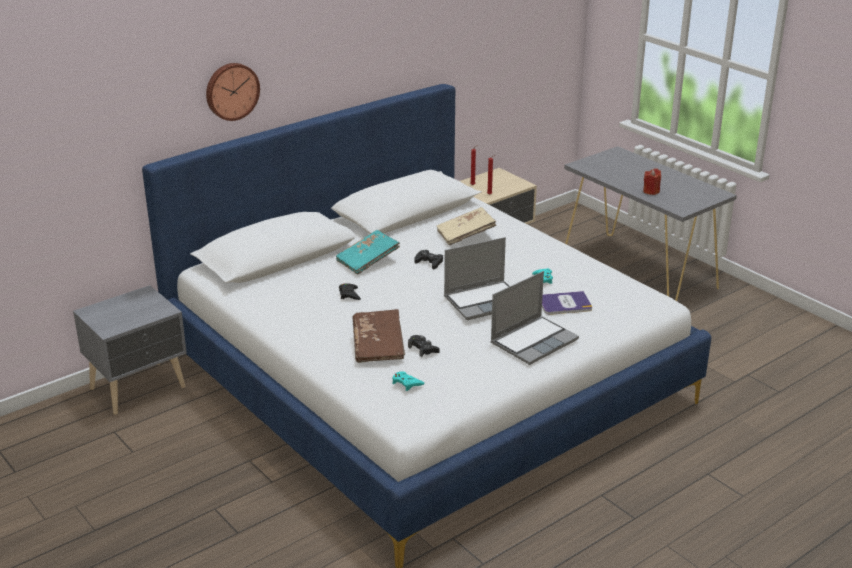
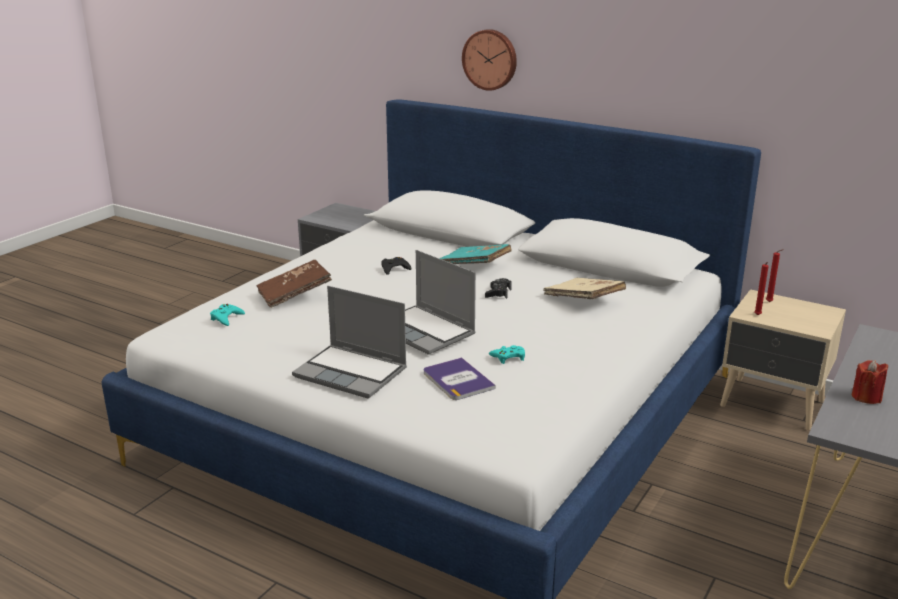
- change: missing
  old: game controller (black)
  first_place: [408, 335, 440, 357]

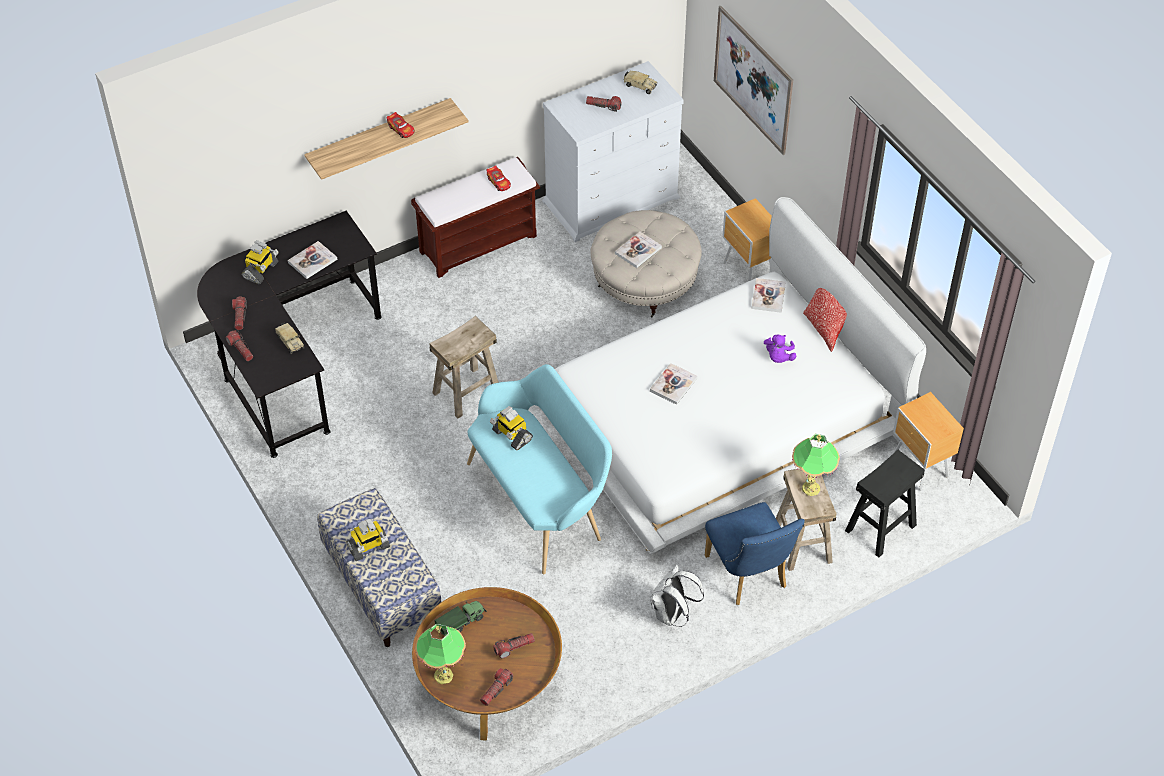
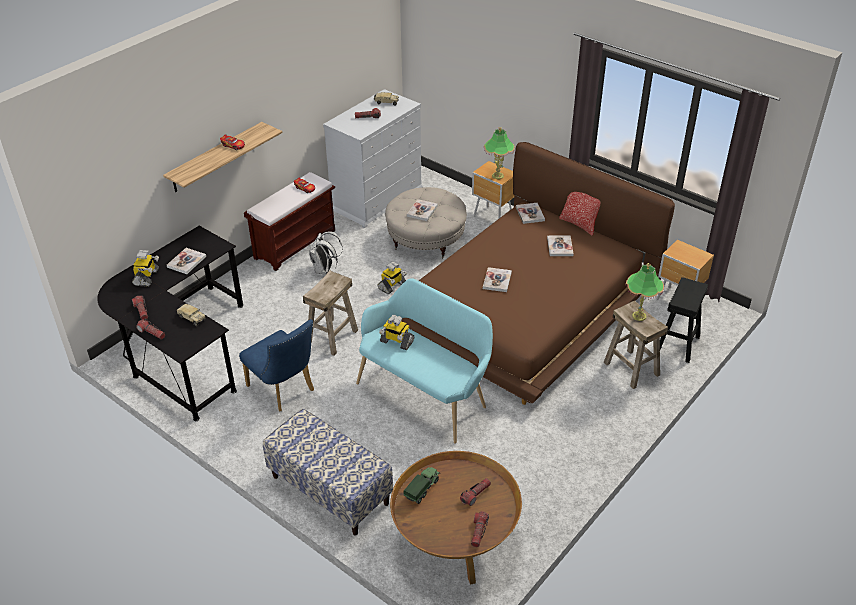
- change: relocated
  old: chair (blue)
  first_place: [705, 502, 805, 605]
  second_place: [239, 319, 314, 412]
- change: relocated
  old: backpack (white)
  first_place: [650, 564, 704, 627]
  second_place: [309, 231, 343, 275]
- change: relocated
  old: toy robot
  first_place: [346, 519, 390, 561]
  second_place: [377, 262, 407, 294]
- change: colour
  old: bed (white)
  new: bed (brown)
  first_place: [555, 197, 926, 554]
  second_place: [401, 142, 675, 405]
- change: relocated
  old: table lamp
  first_place: [416, 623, 466, 684]
  second_place: [484, 127, 515, 179]
- change: exchanged
  old: plush toy (purple)
  new: book
  first_place: [764, 335, 797, 363]
  second_place: [547, 236, 574, 256]
- change: missing
  old: picture
  first_place: [714, 6, 793, 155]

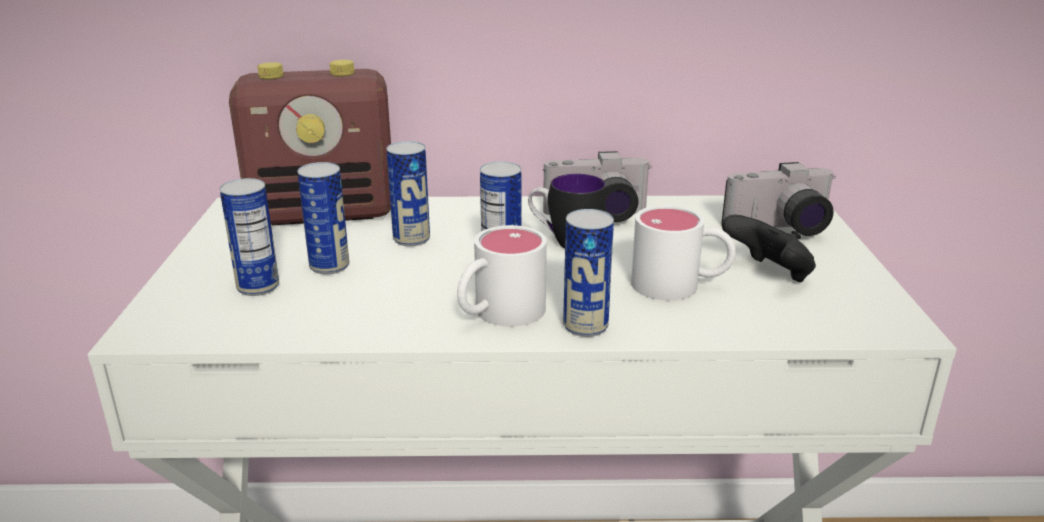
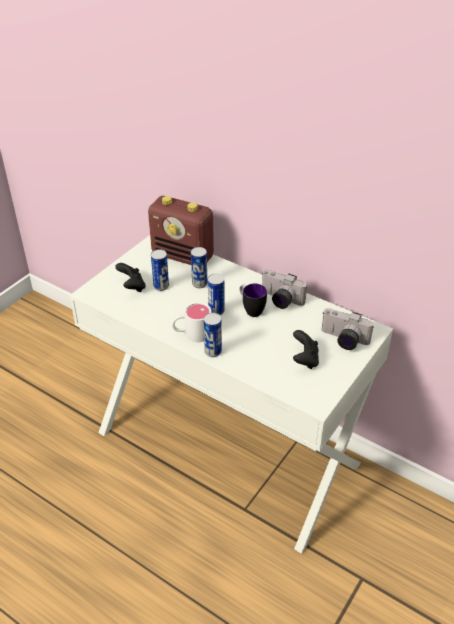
- change: exchanged
  old: can
  new: game controller (black)
  first_place: [220, 178, 279, 296]
  second_place: [115, 263, 146, 292]
- change: missing
  old: mug (white)
  first_place: [631, 205, 736, 301]

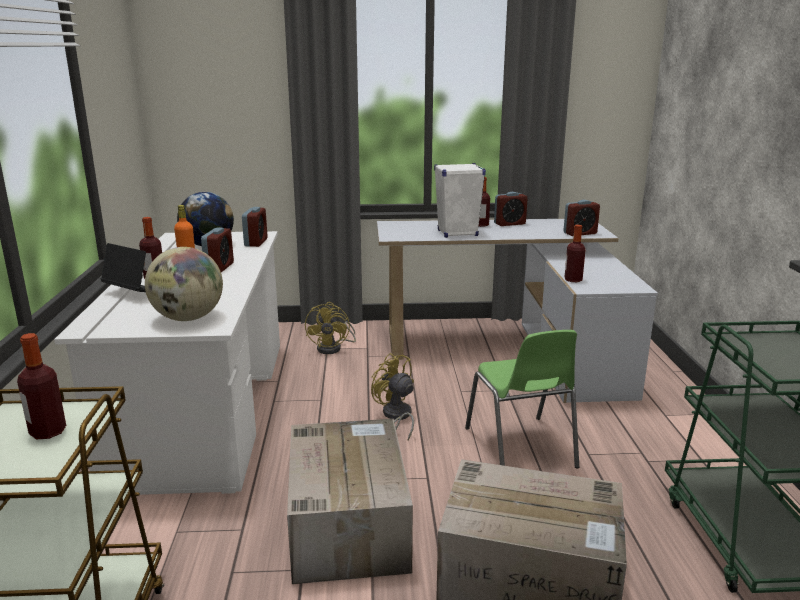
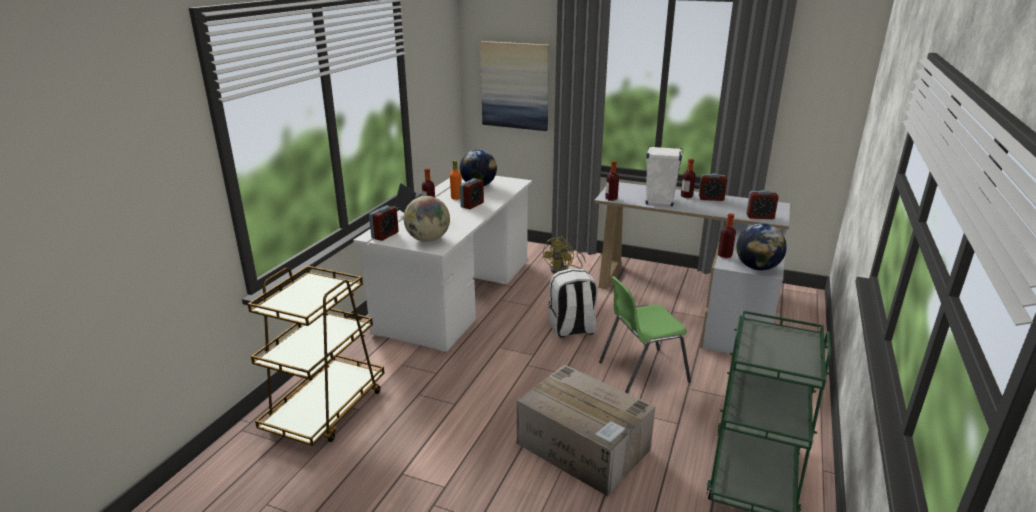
- change: relocated
  old: alarm clock
  first_place: [242, 207, 268, 247]
  second_place: [369, 205, 399, 241]
- change: appeared
  new: picture
  second_place: [480, 41, 549, 131]
- change: exchanged
  old: fan (yellow)
  new: backpack (white)
  first_place: [371, 353, 414, 440]
  second_place: [548, 268, 598, 338]
- change: spun
  old: chair (green)
  first_place: [465, 330, 579, 468]
  second_place: [599, 276, 691, 394]
  degrees: 60
- change: relocated
  old: bottle
  first_place: [17, 333, 66, 440]
  second_place: [605, 161, 619, 201]
- change: appeared
  new: globe
  second_place: [736, 223, 787, 271]
- change: missing
  old: cardboard box
  first_place: [287, 419, 413, 584]

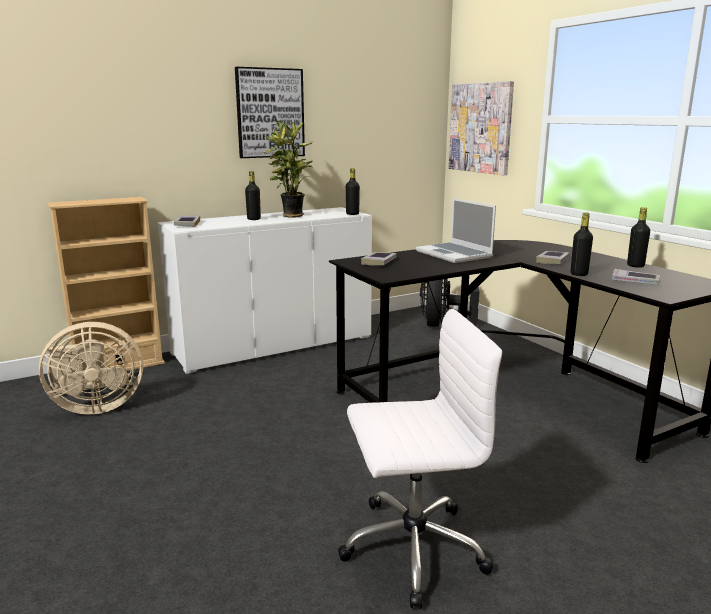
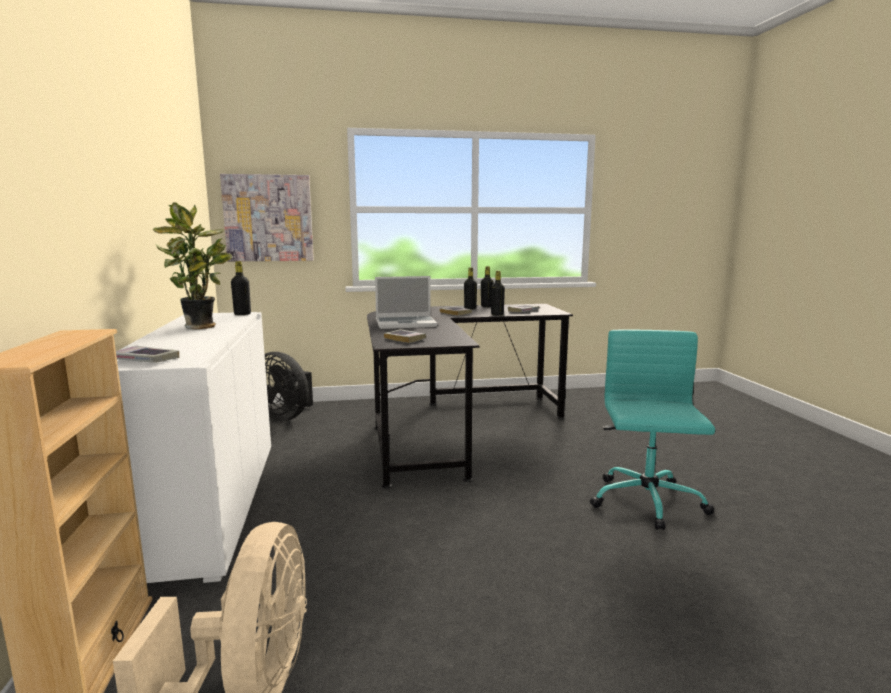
- change: relocated
  old: bottle (black)
  first_place: [245, 171, 261, 220]
  second_place: [464, 267, 477, 309]
- change: colour
  old: office chair (white)
  new: office chair (turquoise)
  first_place: [338, 309, 502, 609]
  second_place: [590, 329, 715, 530]
- change: missing
  old: picture
  first_place: [235, 67, 305, 158]

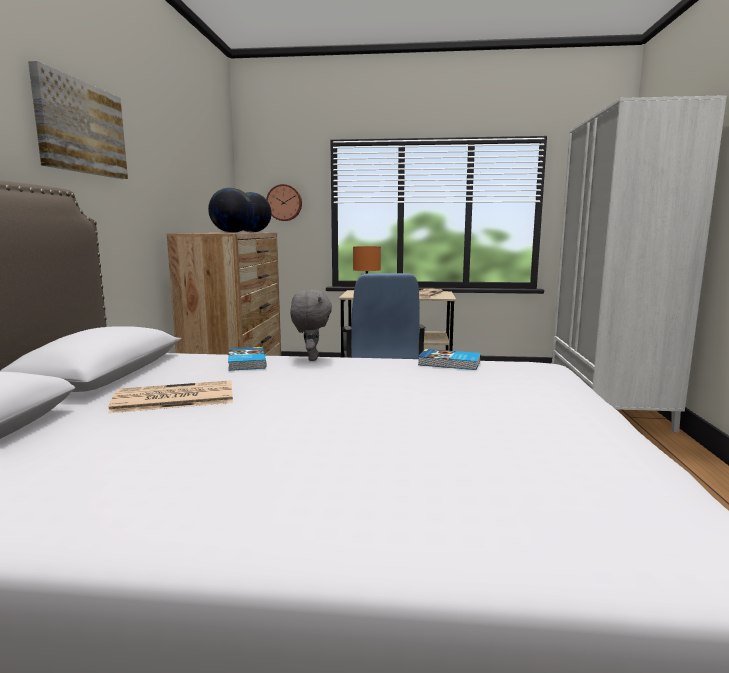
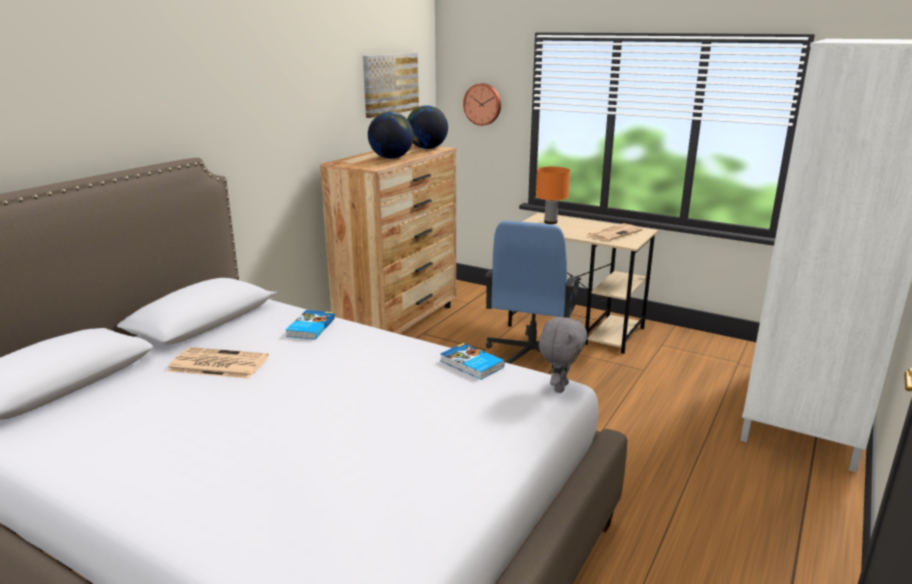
- change: relocated
  old: picture
  first_place: [28, 61, 128, 179]
  second_place: [363, 53, 419, 118]
- change: relocated
  old: plush toy (grey)
  first_place: [290, 290, 332, 361]
  second_place: [539, 317, 587, 393]

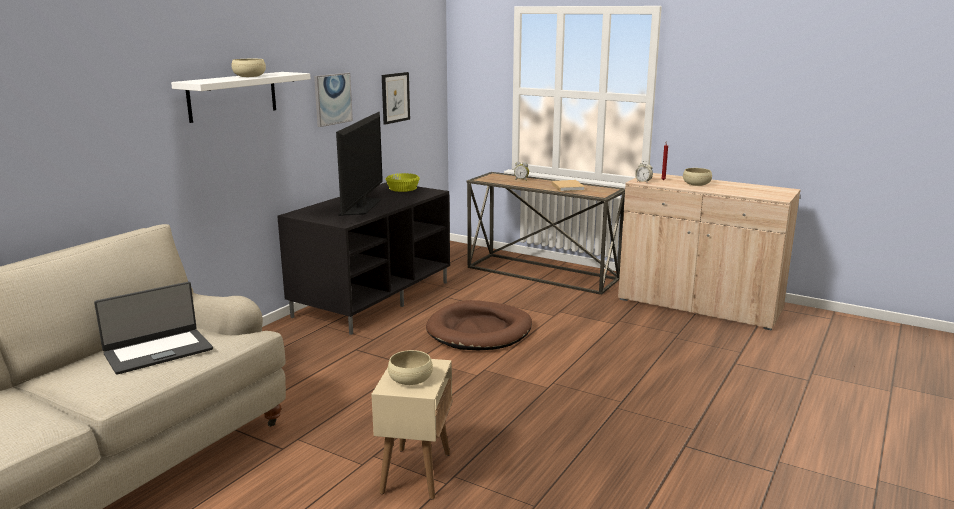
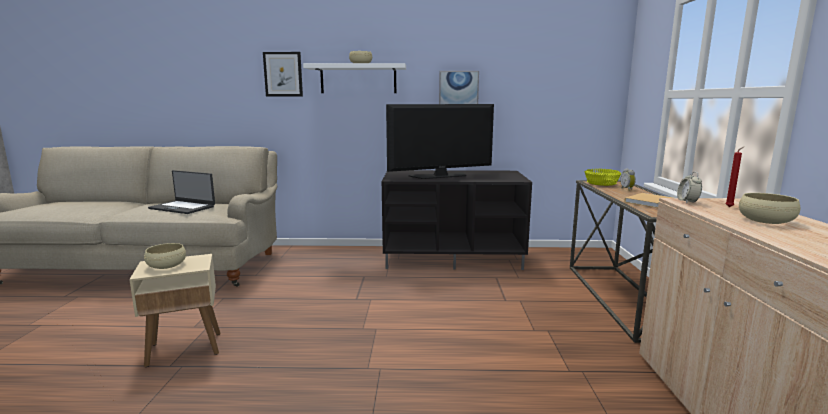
- change: relocated
  old: picture
  first_place: [382, 72, 410, 125]
  second_place: [263, 52, 303, 96]
- change: relocated
  old: bowl (yellow)
  first_place: [385, 173, 420, 192]
  second_place: [584, 168, 621, 186]
- change: missing
  old: dog bed (brown)
  first_place: [426, 300, 532, 350]

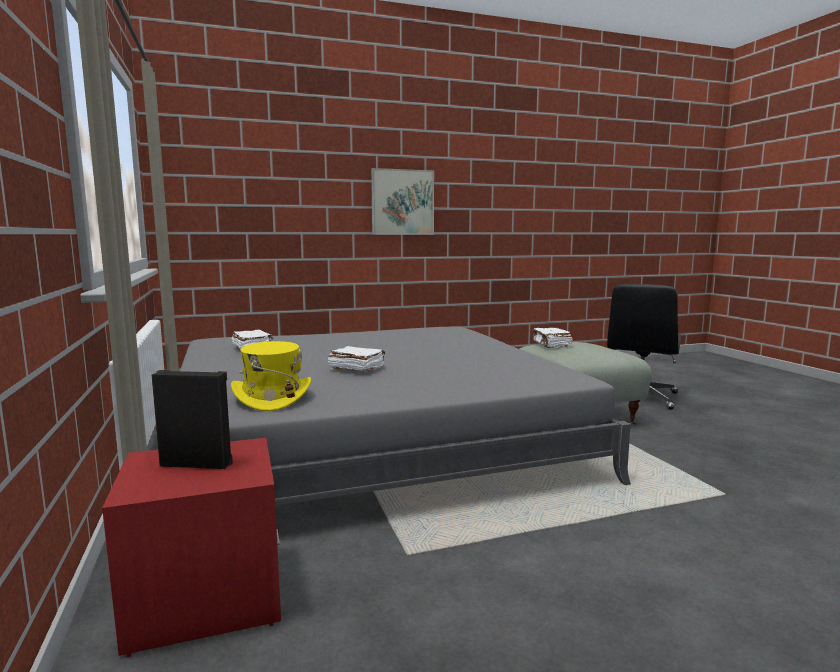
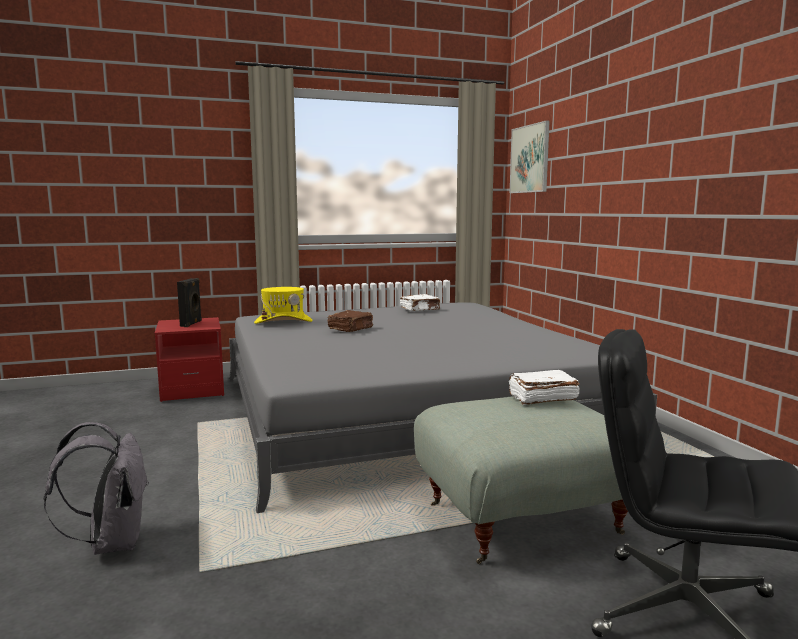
- change: appeared
  new: backpack (grey)
  second_place: [43, 422, 149, 555]
- change: colour
  old: book (white)
  new: book (brown)
  first_place: [328, 346, 386, 372]
  second_place: [327, 310, 373, 332]
- change: relocated
  old: picture
  first_place: [371, 168, 434, 235]
  second_place: [510, 121, 550, 193]

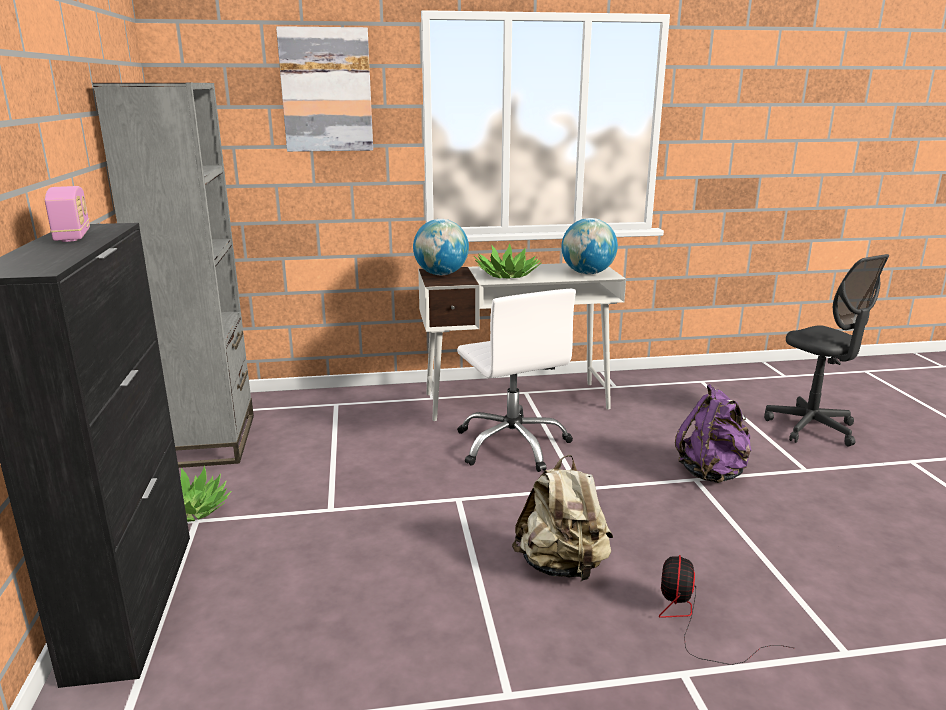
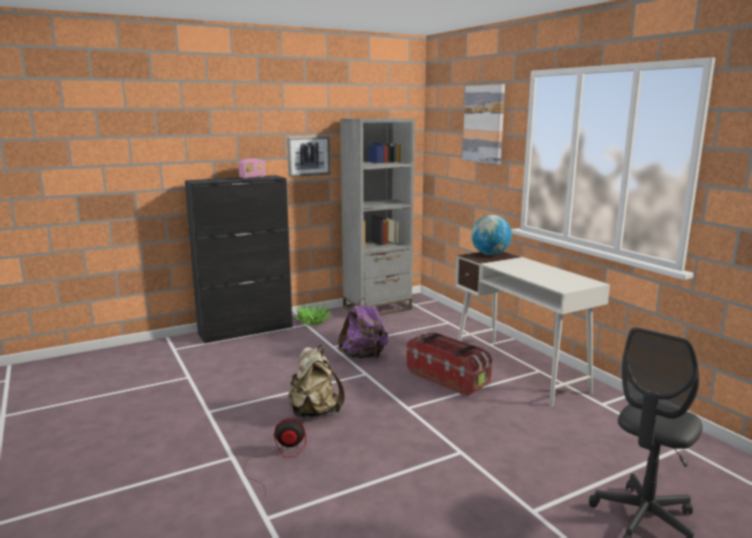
- change: appeared
  new: picture
  second_place: [287, 136, 330, 177]
- change: relocated
  old: backpack (purple)
  first_place: [675, 384, 752, 483]
  second_place: [338, 298, 388, 358]
- change: exchanged
  old: office chair (white)
  new: storage box
  first_place: [457, 289, 576, 472]
  second_place: [407, 332, 492, 397]
- change: missing
  old: potted plant
  first_place: [474, 243, 542, 279]
- change: missing
  old: globe
  first_place: [561, 218, 618, 274]

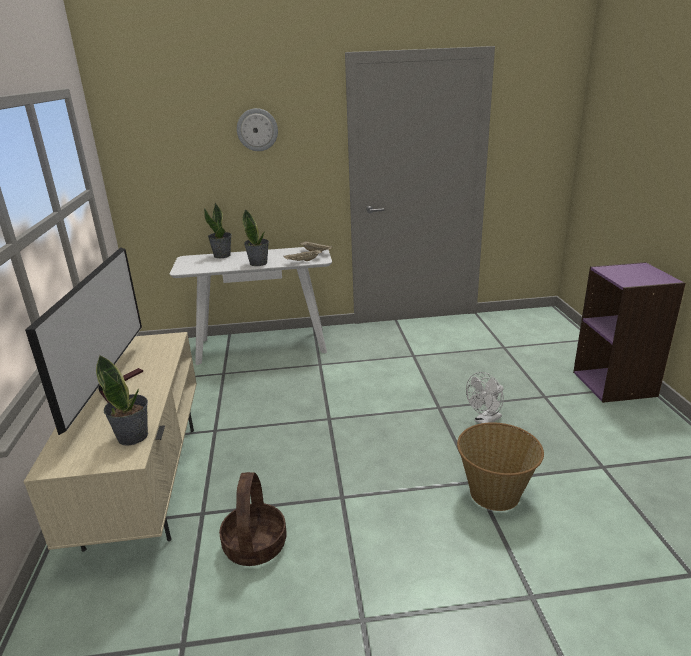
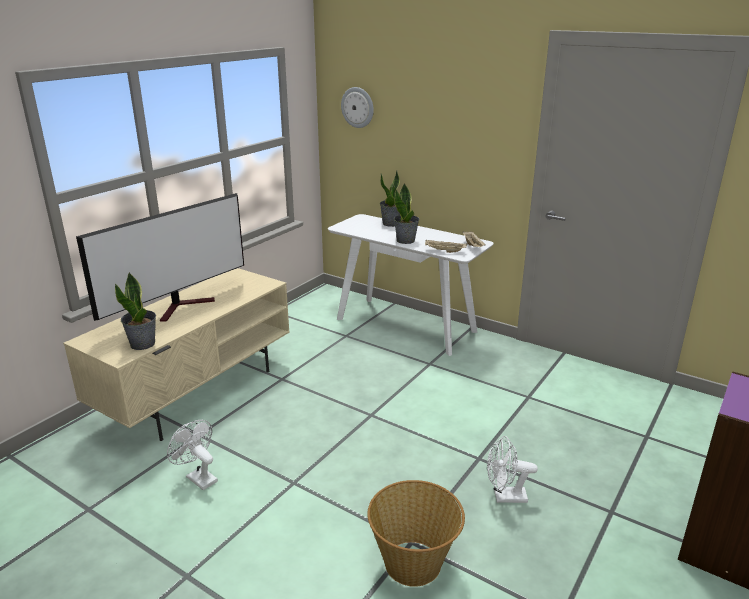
- change: exchanged
  old: basket
  new: fan (white)
  first_place: [219, 472, 287, 566]
  second_place: [167, 420, 218, 490]
- change: relocated
  old: wall clock
  first_place: [237, 108, 278, 151]
  second_place: [341, 87, 374, 128]

